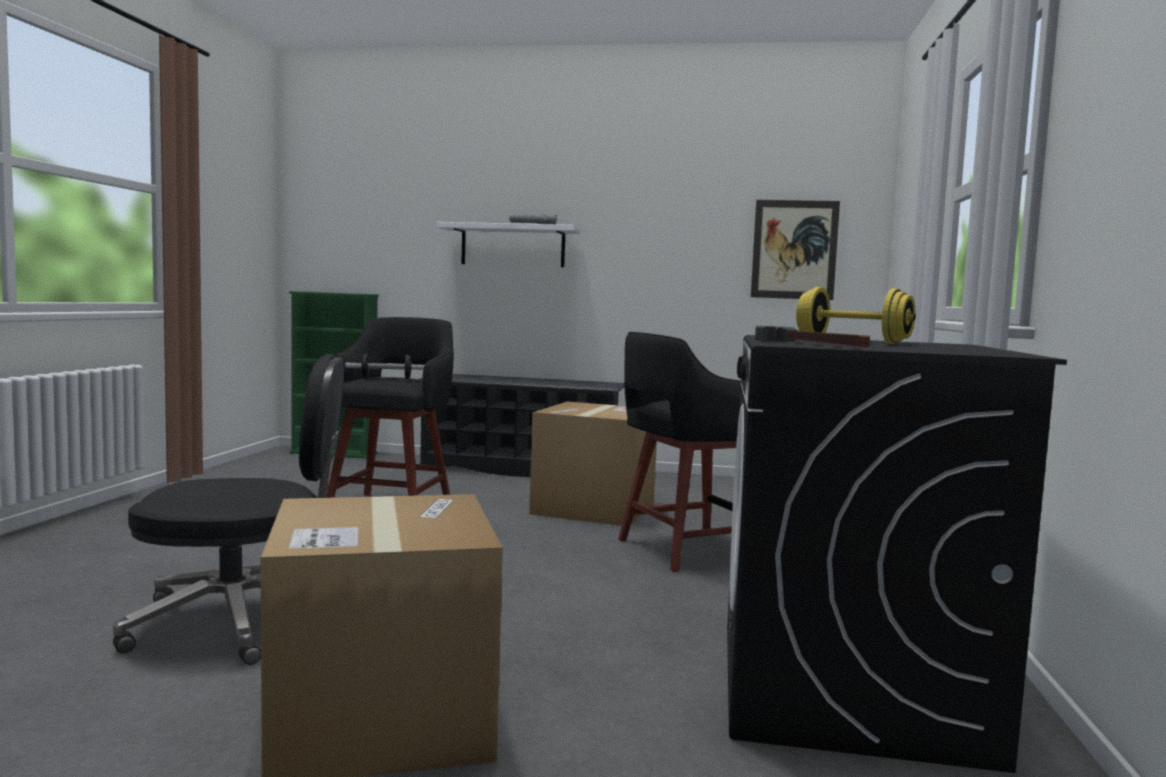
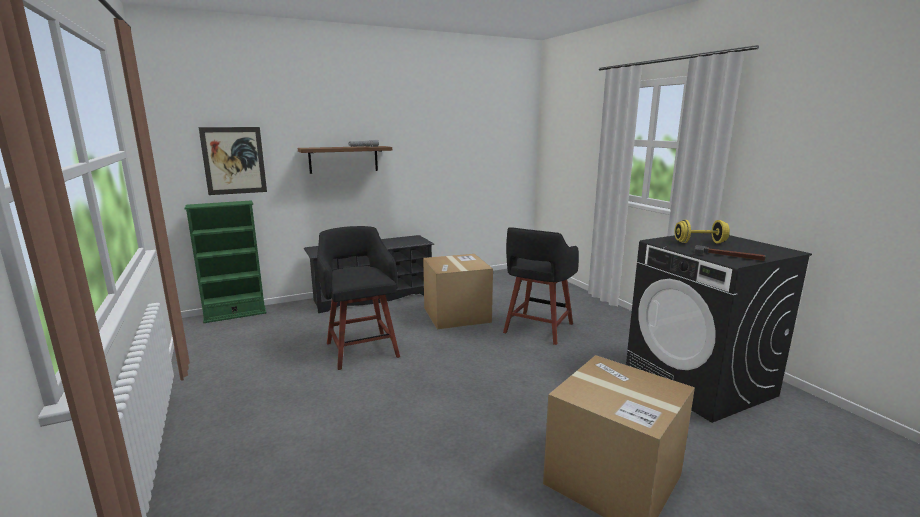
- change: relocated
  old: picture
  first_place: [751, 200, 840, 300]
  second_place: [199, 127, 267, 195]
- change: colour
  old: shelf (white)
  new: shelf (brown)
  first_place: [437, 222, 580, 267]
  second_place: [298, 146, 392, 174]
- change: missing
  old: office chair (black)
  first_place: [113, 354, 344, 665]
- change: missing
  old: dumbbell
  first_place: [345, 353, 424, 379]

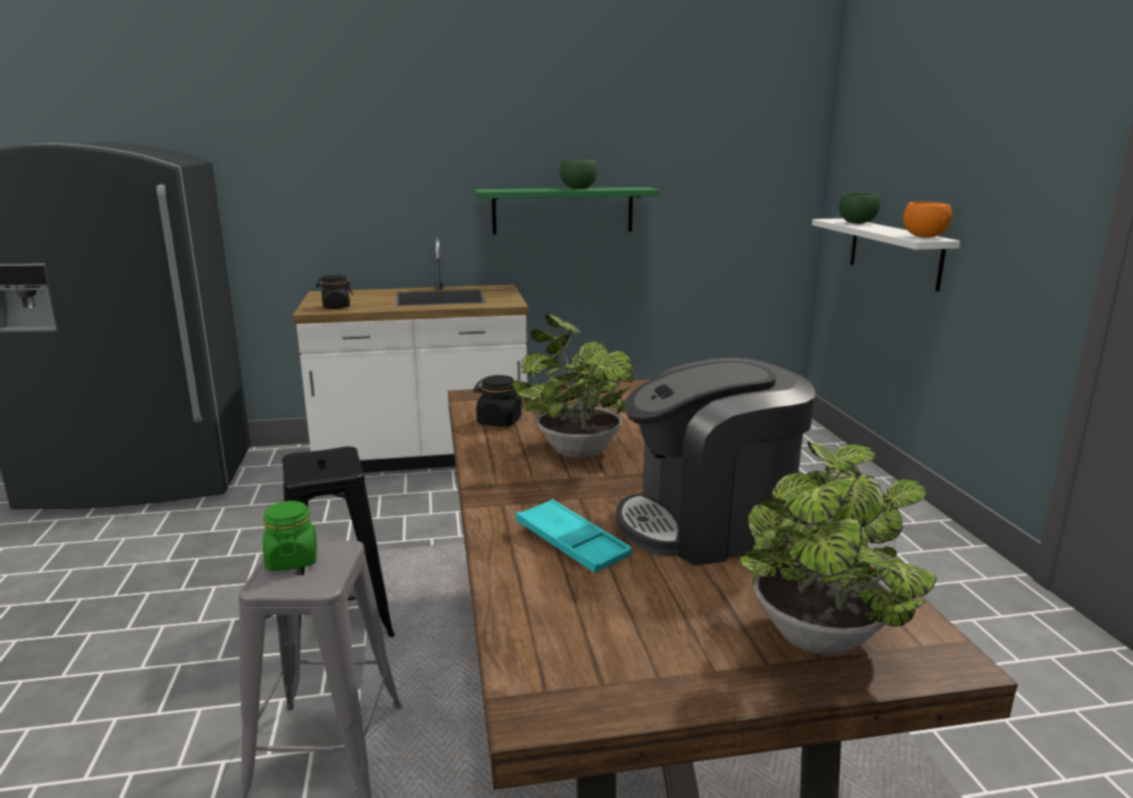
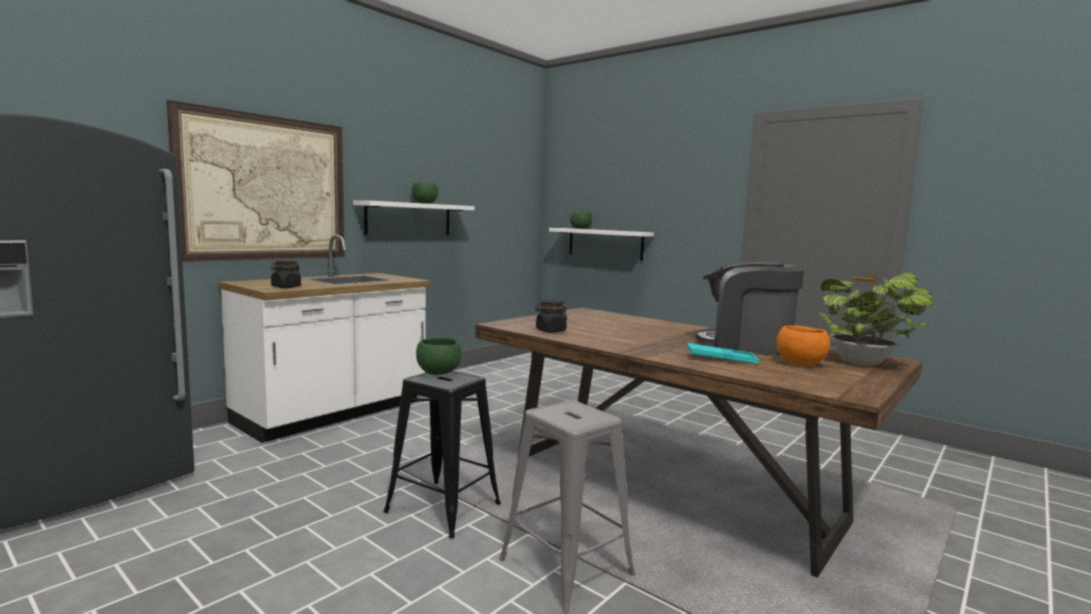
- change: appeared
  new: picture
  second_place: [167, 100, 345, 262]
- change: colour
  old: shelf (green)
  new: shelf (white)
  first_place: [475, 187, 659, 235]
  second_place: [353, 200, 475, 235]
- change: appeared
  new: bowl (green)
  second_place: [416, 337, 462, 375]
- change: spun
  old: coffee machine
  first_place: [616, 358, 815, 566]
  second_place: [695, 262, 804, 355]
  degrees: 75
- change: relocated
  old: bowl (orange)
  first_place: [903, 202, 952, 238]
  second_place: [776, 326, 830, 366]
- change: missing
  old: jar (green)
  first_place: [263, 501, 317, 571]
- change: missing
  old: potted plant
  first_place: [512, 314, 634, 458]

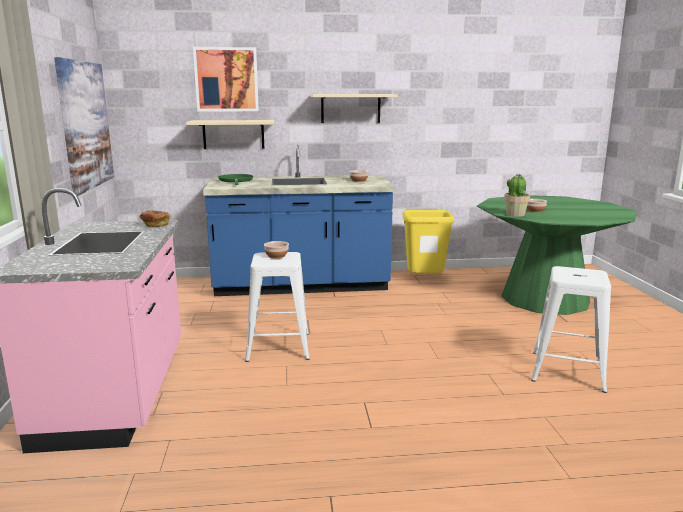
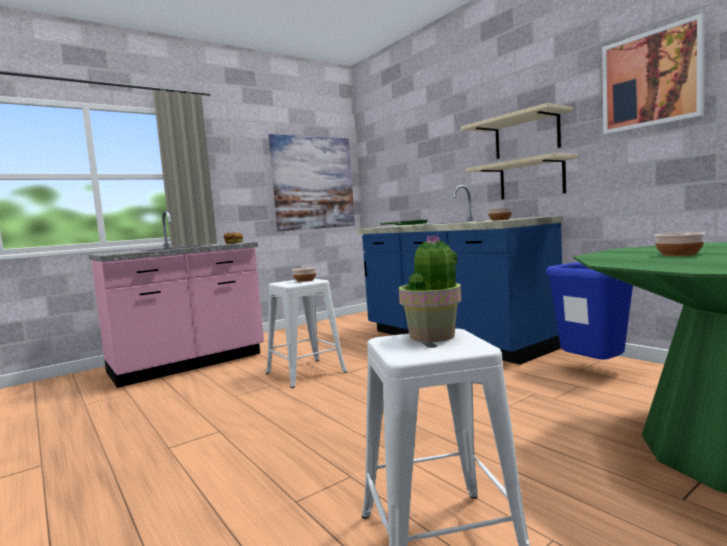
- change: relocated
  old: potted plant
  first_place: [504, 173, 530, 217]
  second_place: [399, 235, 461, 342]
- change: relocated
  old: shelf (beige)
  first_place: [186, 120, 274, 149]
  second_place: [466, 153, 578, 199]
- change: colour
  old: trash can (yellow)
  new: trash can (blue)
  first_place: [402, 210, 454, 273]
  second_place: [546, 262, 633, 360]
- change: relocated
  old: picture
  first_place: [193, 47, 259, 112]
  second_place: [602, 13, 705, 134]

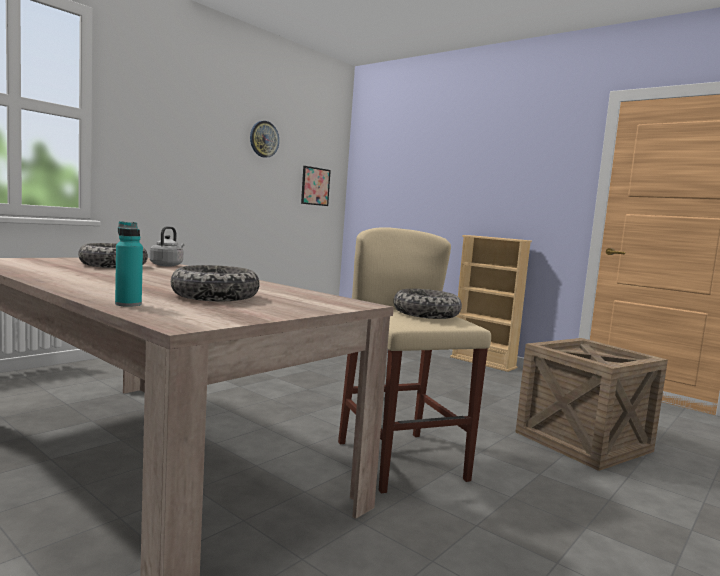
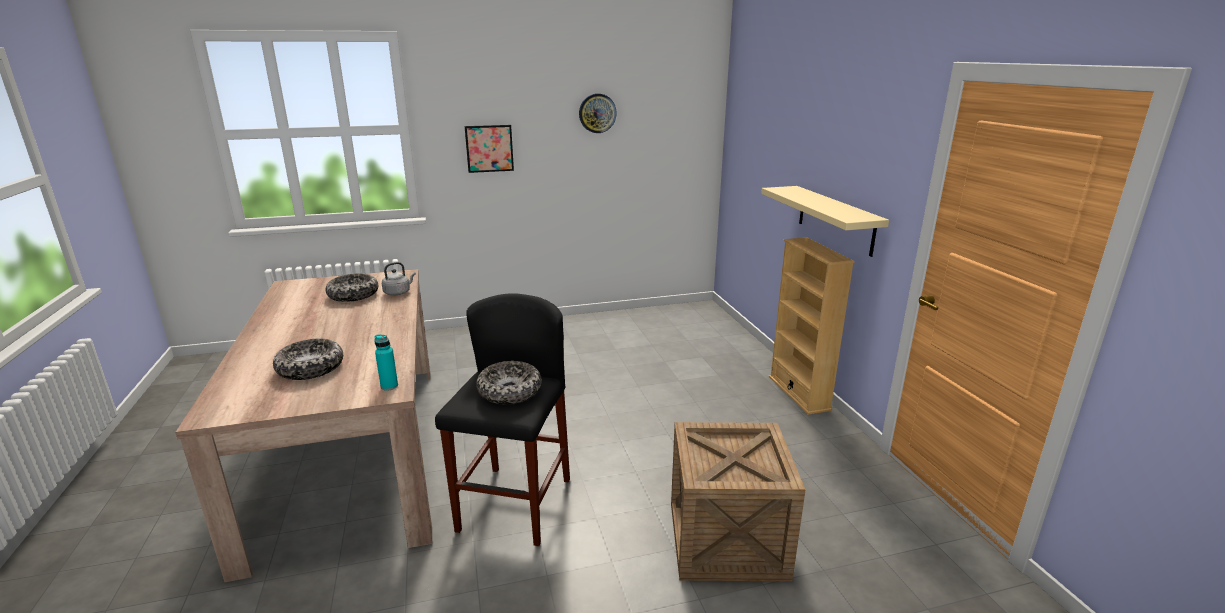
- change: relocated
  old: bottle (turquoise)
  first_place: [115, 221, 143, 307]
  second_place: [374, 334, 398, 391]
- change: colour
  old: stool (beige)
  new: stool (black)
  first_place: [338, 227, 491, 494]
  second_place: [435, 293, 570, 546]
- change: relocated
  old: picture
  first_place: [301, 166, 331, 206]
  second_place: [465, 125, 514, 173]
- change: appeared
  new: shelf (beige)
  second_place: [761, 186, 889, 257]

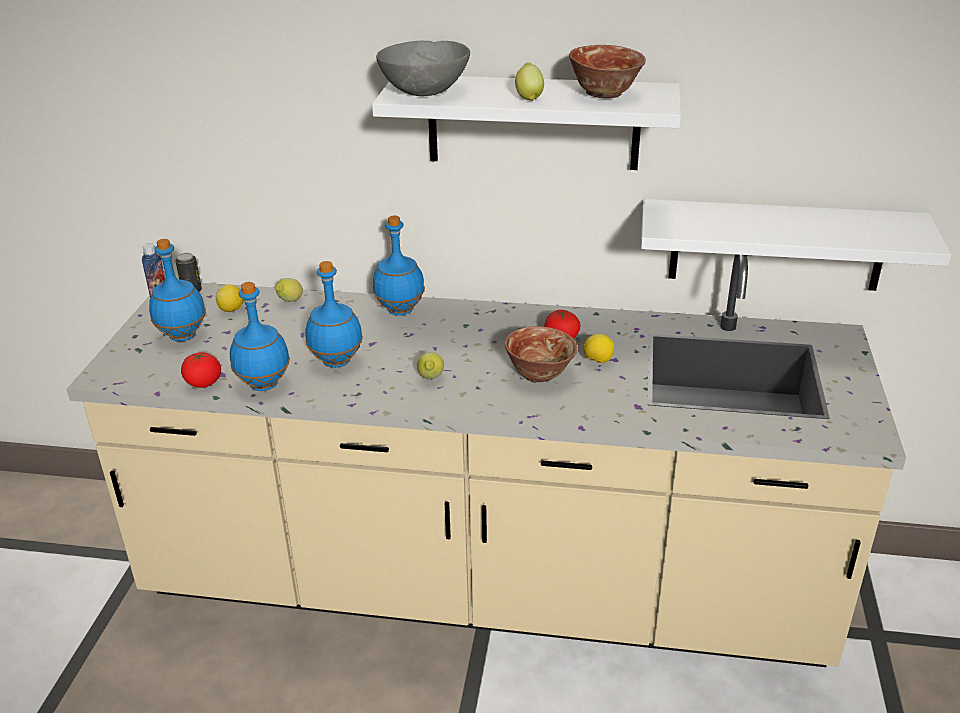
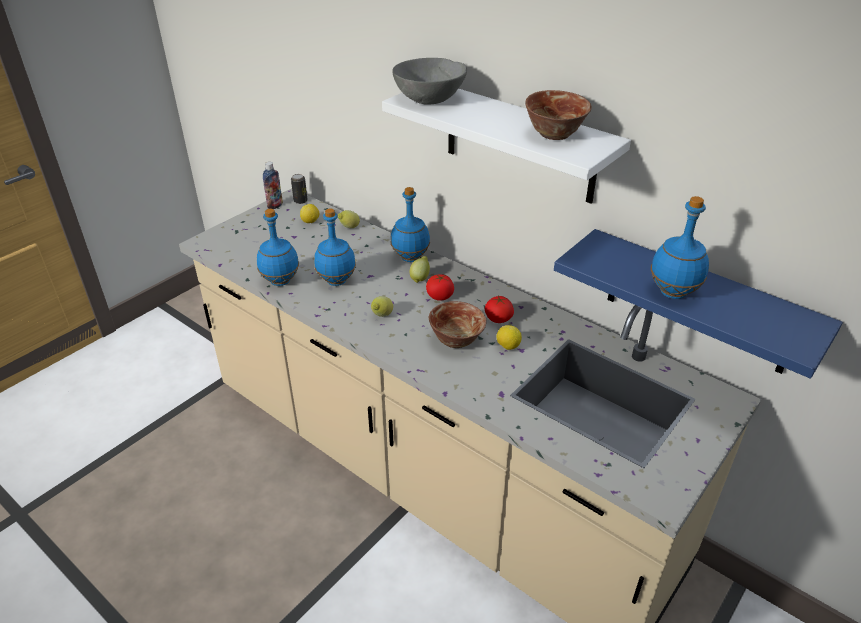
- change: relocated
  old: lemon
  first_place: [515, 62, 544, 101]
  second_place: [410, 256, 430, 283]
- change: relocated
  old: tomato
  first_place: [181, 352, 221, 388]
  second_place: [426, 274, 454, 301]
- change: colour
  old: shelf (white)
  new: shelf (blue)
  first_place: [641, 199, 951, 291]
  second_place: [554, 229, 843, 379]
- change: relocated
  old: bottle (blue)
  first_place: [149, 239, 206, 341]
  second_place: [651, 196, 709, 299]

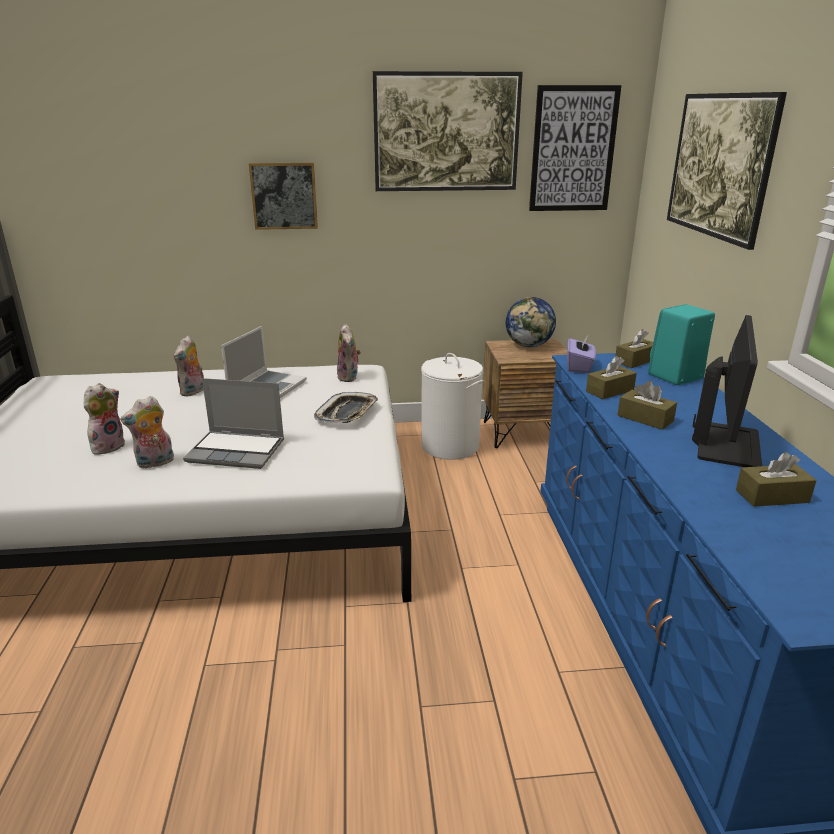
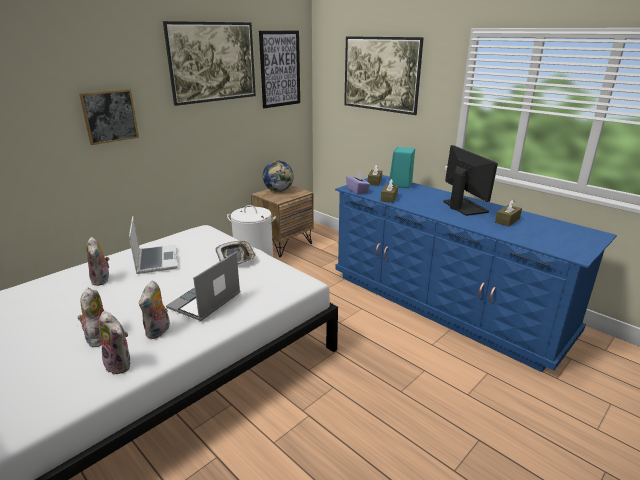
- change: relocated
  old: plush toy
  first_place: [337, 324, 361, 382]
  second_place: [99, 311, 131, 375]
- change: spun
  old: laptop
  first_place: [183, 378, 284, 469]
  second_place: [166, 252, 240, 321]
  degrees: 150
- change: missing
  old: tissue box (brown)
  first_place: [618, 381, 677, 430]

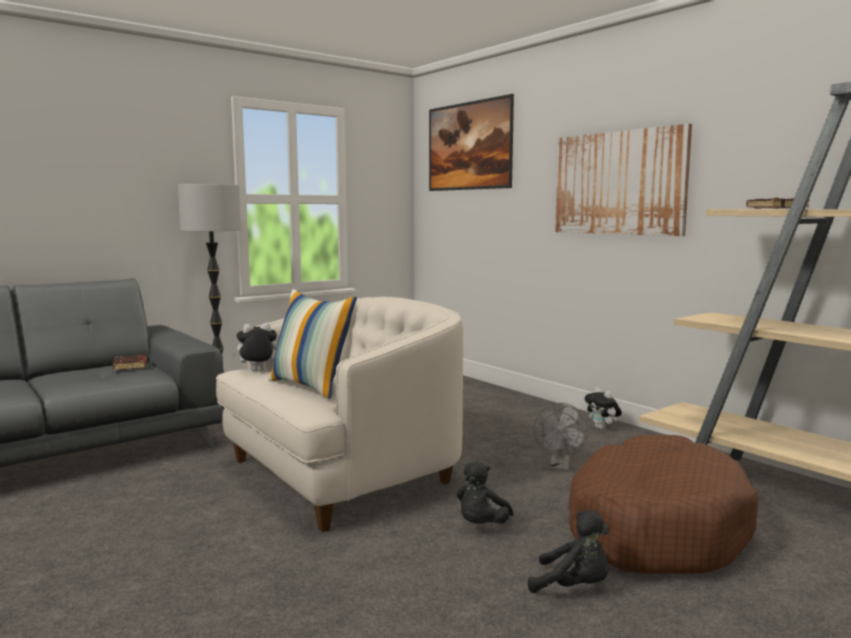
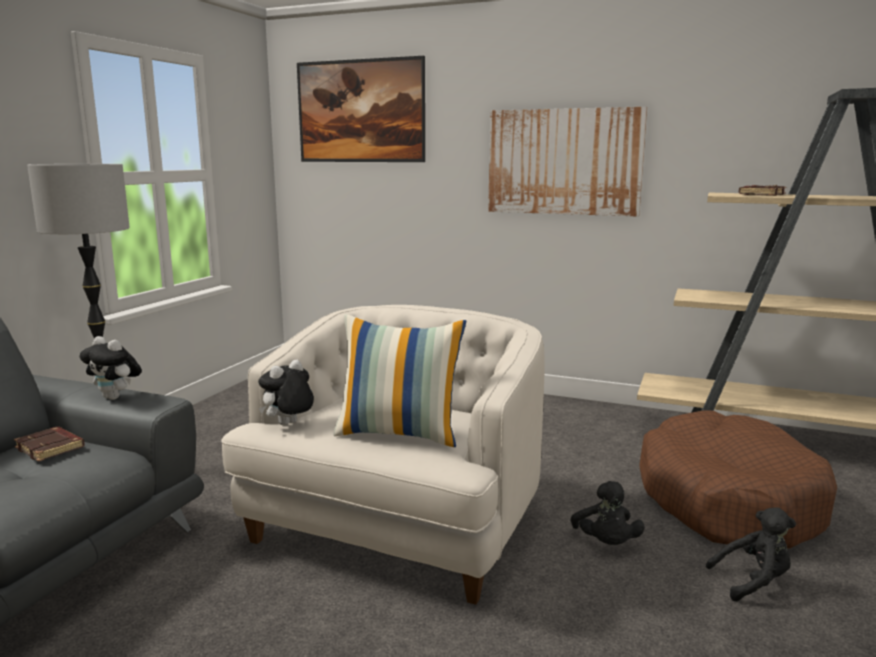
- change: relocated
  old: plush toy
  first_place: [585, 387, 622, 430]
  second_place: [79, 336, 142, 400]
- change: missing
  old: fan (grey)
  first_place: [533, 403, 588, 471]

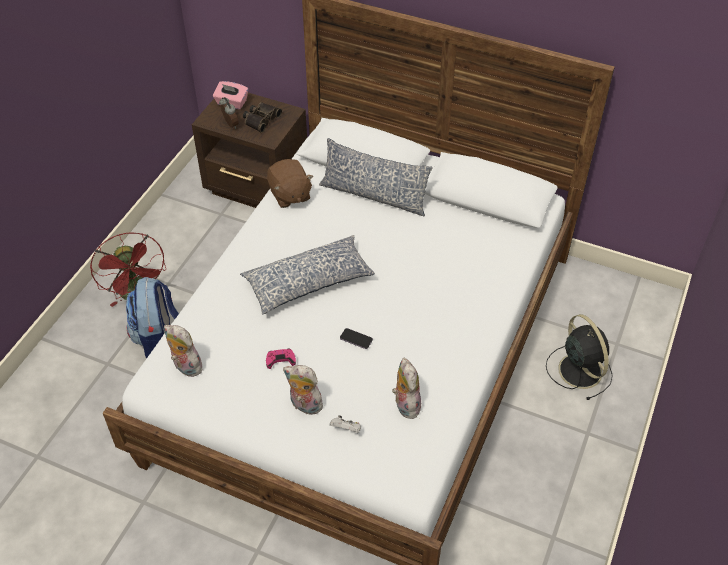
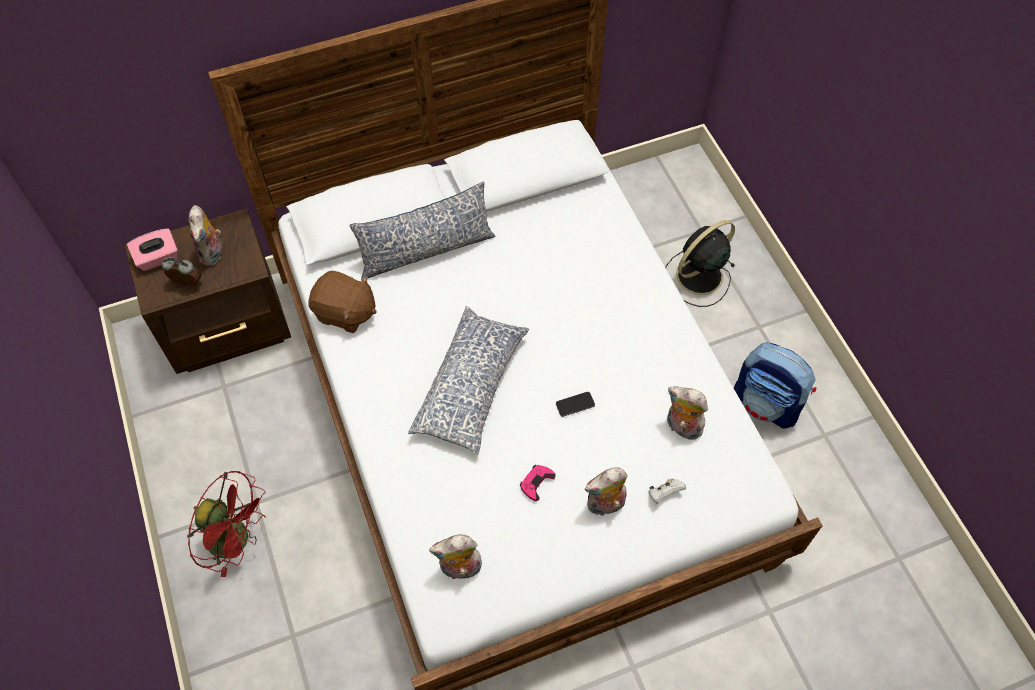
- change: exchanged
  old: binoculars
  new: plush toy
  first_place: [243, 102, 282, 133]
  second_place: [188, 205, 223, 266]
- change: spun
  old: fan (black)
  first_place: [546, 314, 613, 400]
  second_place: [666, 220, 735, 307]
  degrees: -60
- change: relocated
  old: backpack
  first_place: [126, 277, 179, 359]
  second_place: [734, 342, 816, 429]

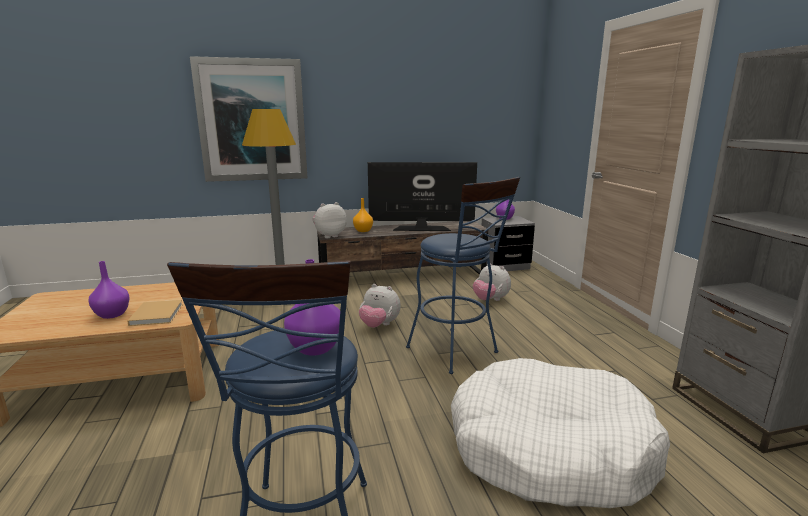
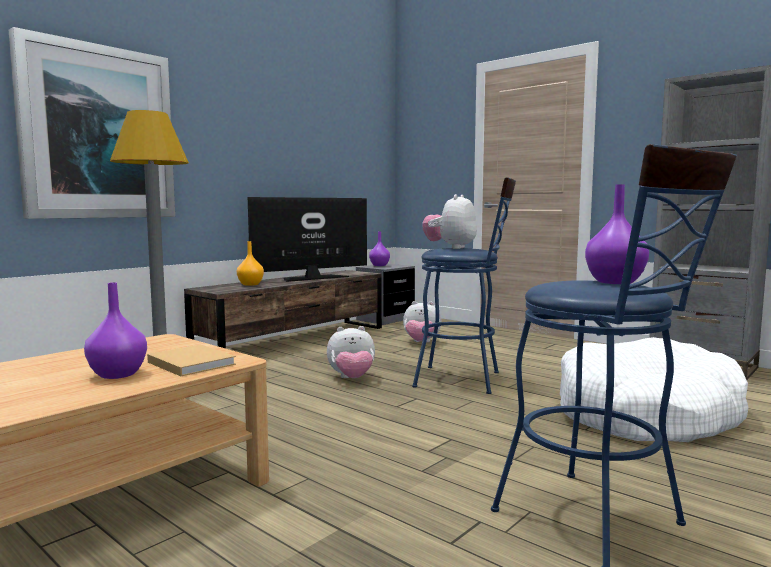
- change: relocated
  old: plush toy
  first_place: [313, 202, 347, 238]
  second_place: [422, 194, 477, 249]

